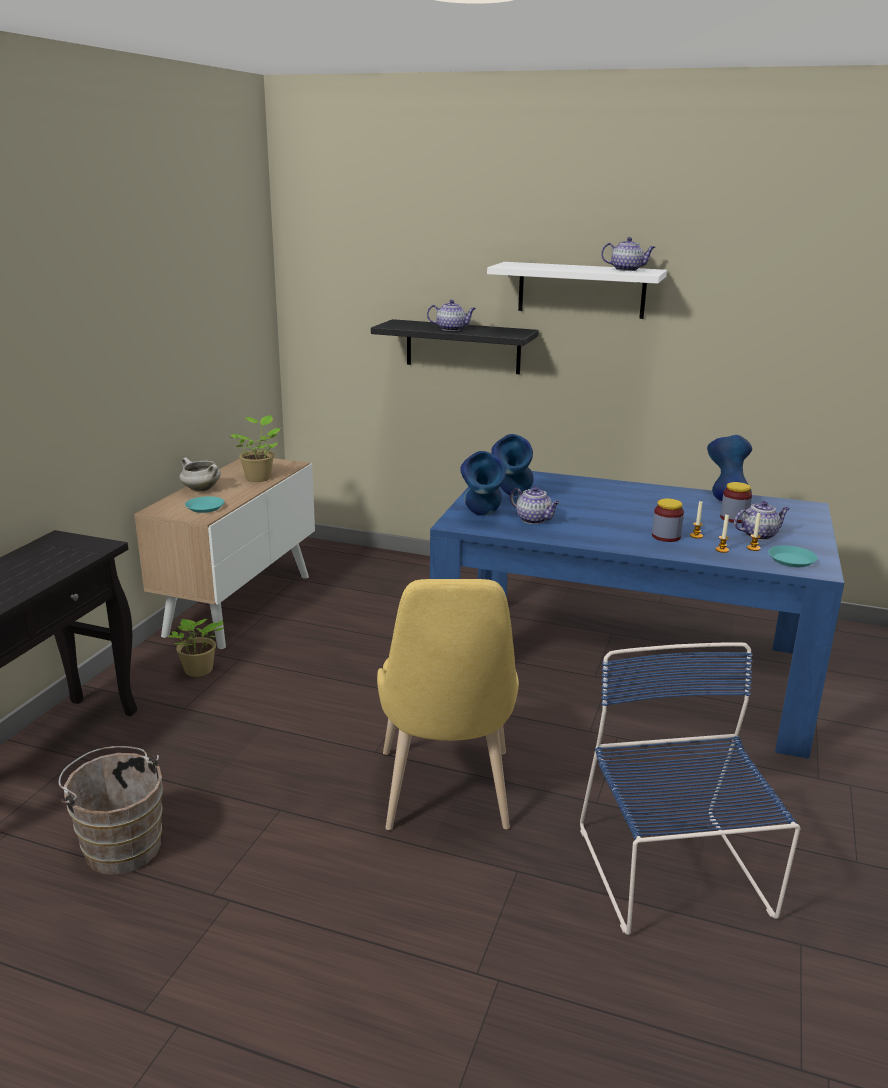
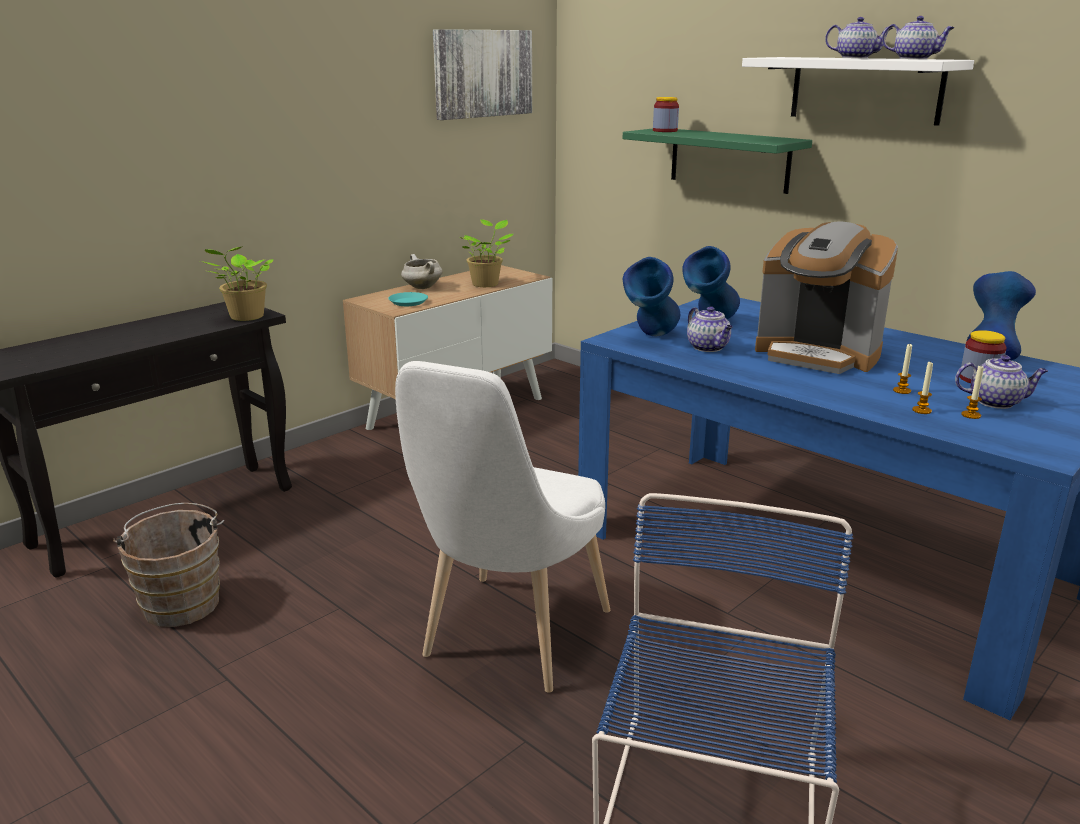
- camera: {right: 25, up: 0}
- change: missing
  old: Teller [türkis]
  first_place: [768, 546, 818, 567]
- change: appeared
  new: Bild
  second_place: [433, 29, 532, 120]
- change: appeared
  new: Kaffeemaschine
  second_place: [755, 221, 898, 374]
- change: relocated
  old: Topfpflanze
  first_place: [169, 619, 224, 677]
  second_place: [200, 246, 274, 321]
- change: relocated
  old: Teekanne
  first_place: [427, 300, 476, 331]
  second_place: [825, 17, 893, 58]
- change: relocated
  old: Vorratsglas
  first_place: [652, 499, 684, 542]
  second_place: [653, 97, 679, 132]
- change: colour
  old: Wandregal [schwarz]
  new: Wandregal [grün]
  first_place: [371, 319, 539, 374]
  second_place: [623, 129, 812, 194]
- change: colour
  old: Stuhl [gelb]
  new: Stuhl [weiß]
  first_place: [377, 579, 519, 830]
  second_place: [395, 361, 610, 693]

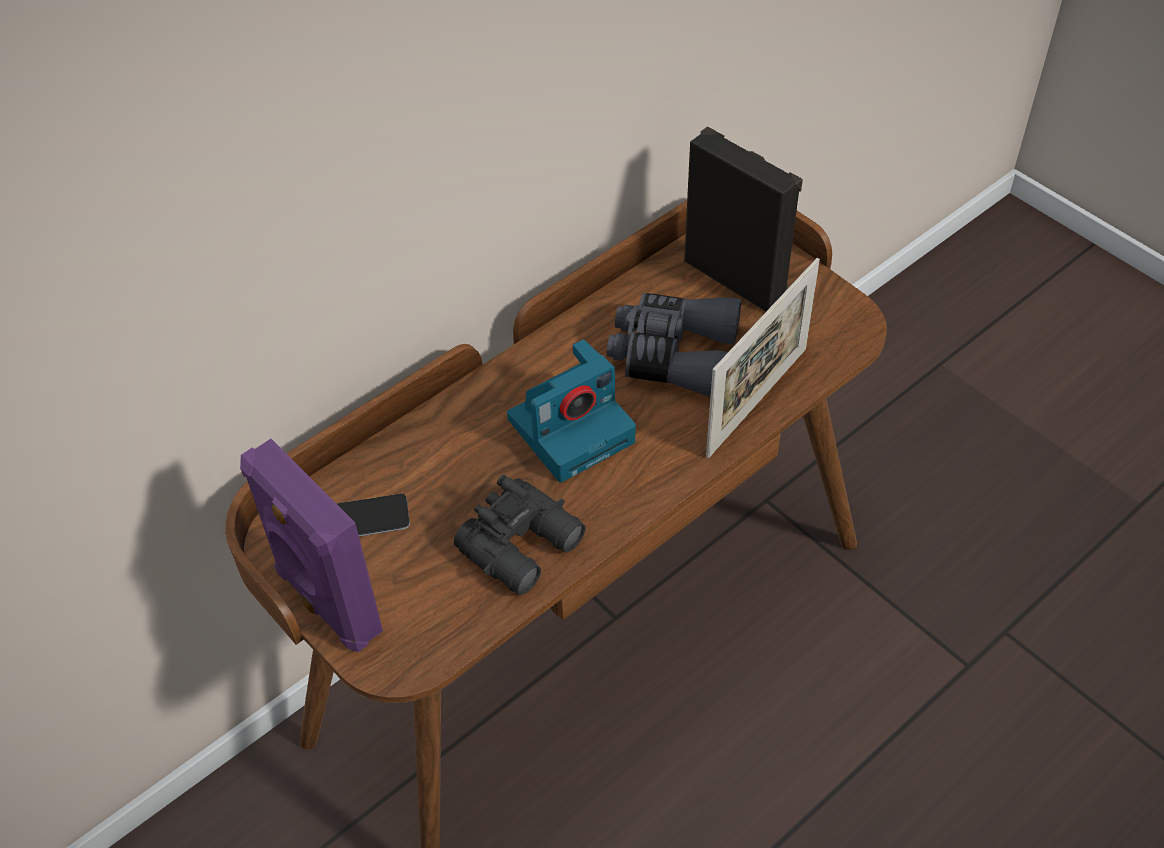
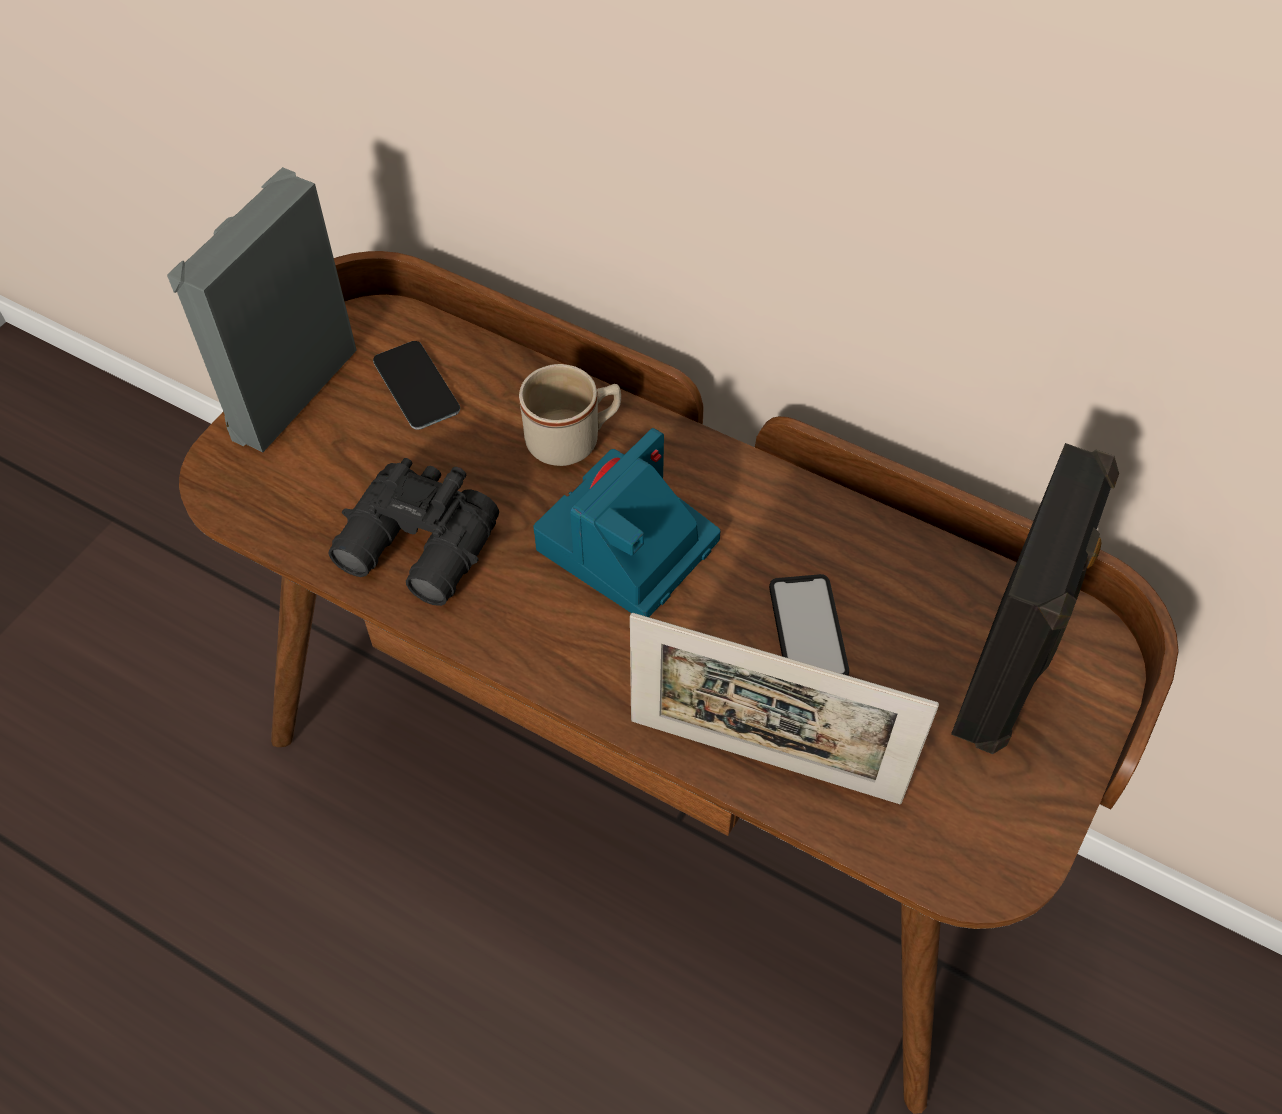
- camera: {right: 70, up: 5}
- change: appeared
  new: Henkelbecher [beige]
  second_place: [519, 364, 621, 466]
- change: exchanged
  old: Fernglas [grau]
  new: Handy
  first_place: [607, 293, 741, 397]
  second_place: [769, 574, 849, 676]
- change: colour
  old: Lautsprecher [lila]
  new: Lautsprecher [grau]
  first_place: [240, 439, 383, 652]
  second_place: [167, 167, 357, 453]
- change: spun
  old: Kamera
  first_place: [507, 339, 636, 482]
  second_place: [533, 428, 720, 617]
  degrees: 90

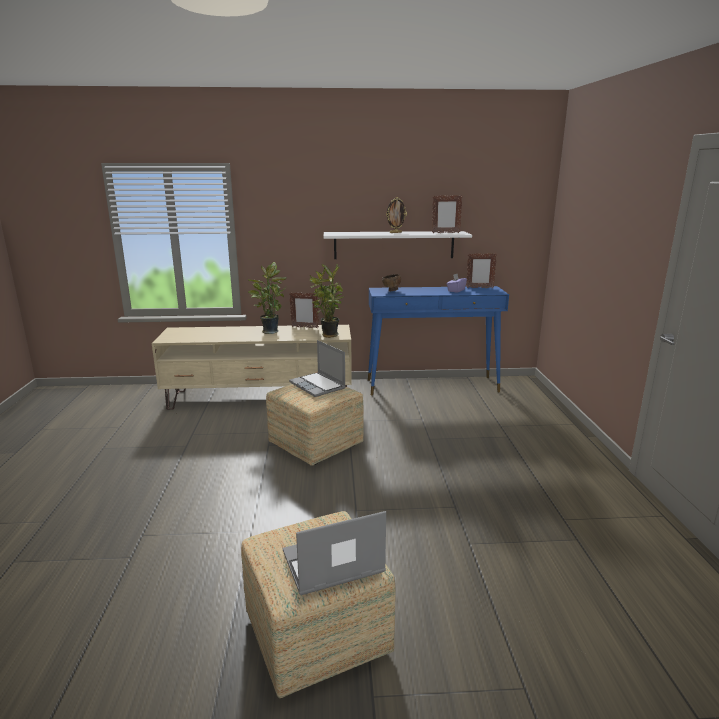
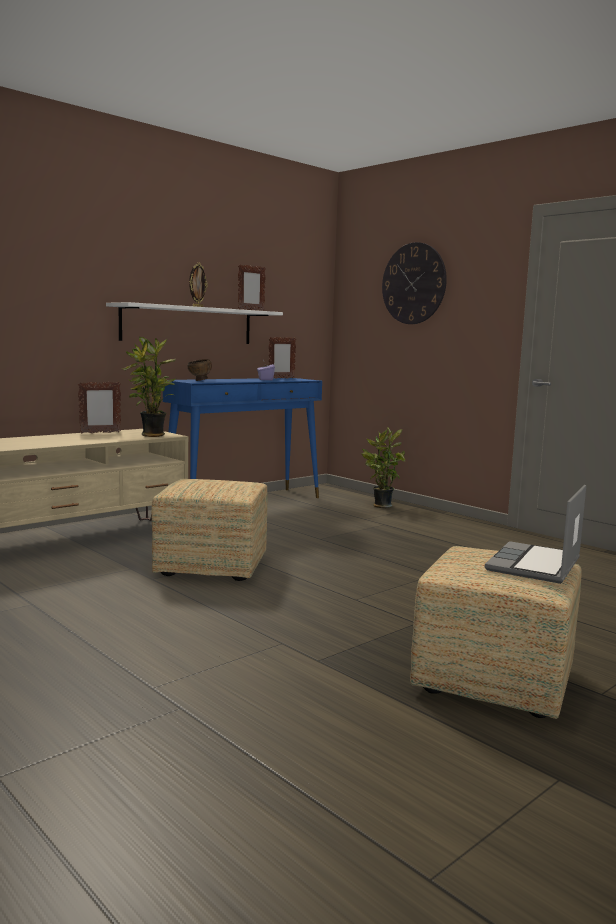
- camera: {right: -40, up: -10}
- change: missing
  old: Laptop
  first_place: [289, 340, 346, 397]
- change: appeared
  new: Wanduhr
  second_place: [382, 242, 447, 324]
- change: relocated
  old: Topfpflanze
  first_place: [248, 262, 286, 334]
  second_place: [361, 427, 405, 508]

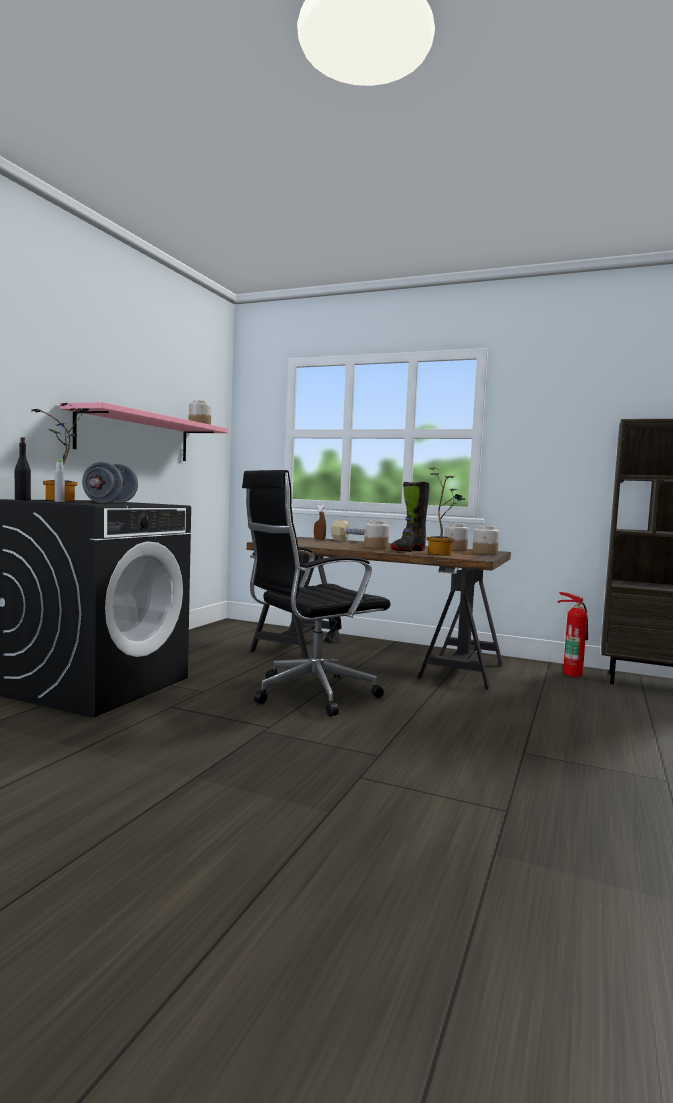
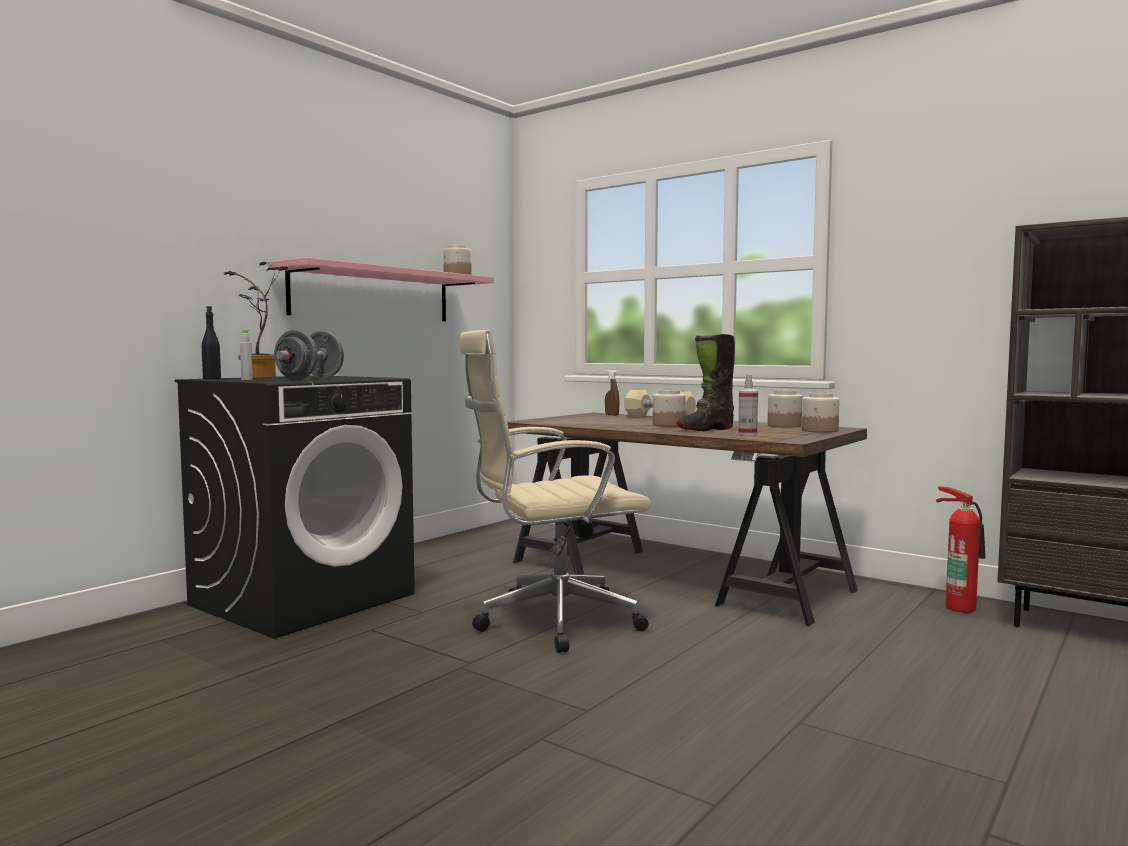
- camera: {right: 15, up: 0}
- change: exchanged
  old: Topfpflanze
  new: Sprühflasche
  first_place: [427, 468, 465, 556]
  second_place: [738, 374, 758, 435]
- change: colour
  old: Bürostuhl [schwarz]
  new: Bürostuhl [beige]
  first_place: [242, 470, 391, 717]
  second_place: [459, 330, 651, 653]

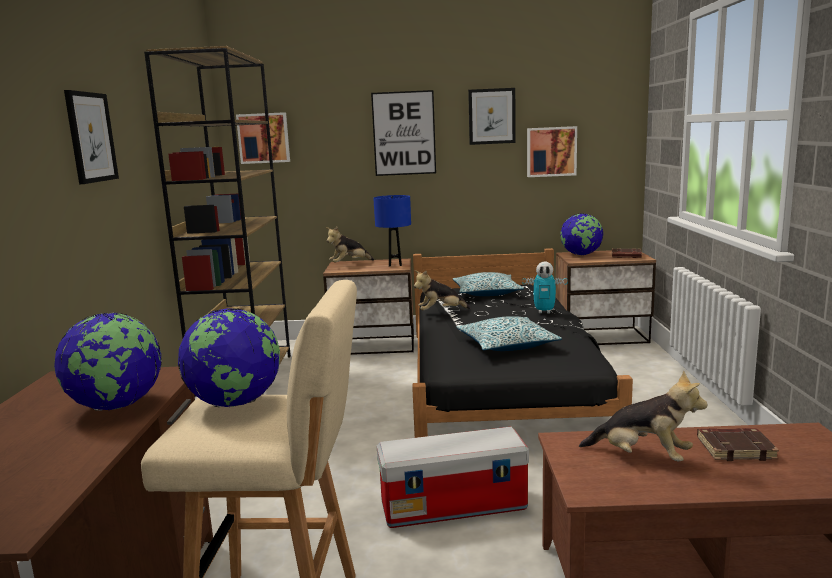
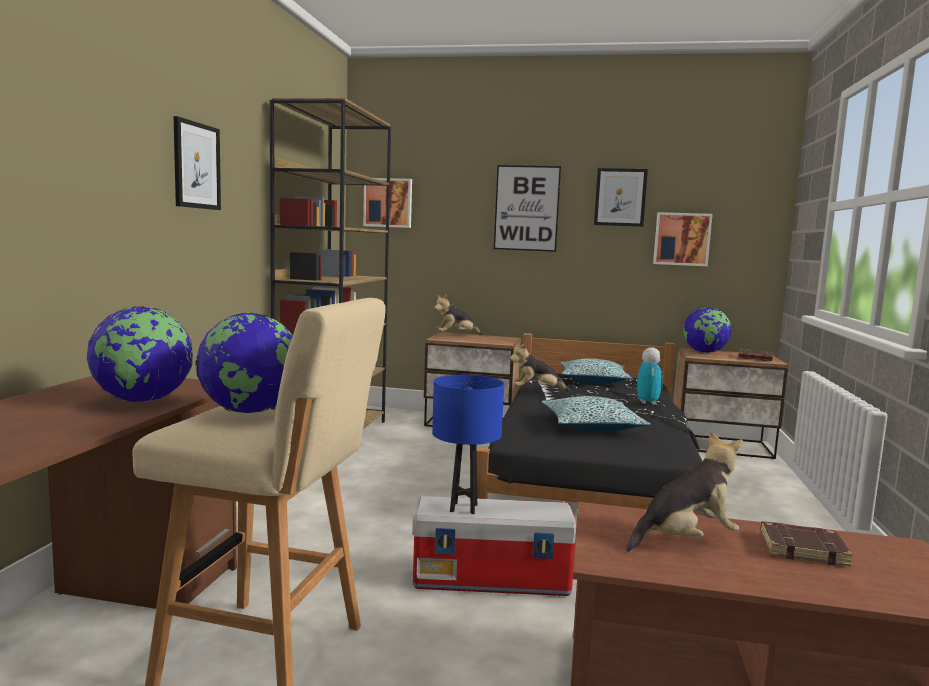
- camera: {right: 10, up: -5}
- change: relocated
  old: Tischlampe [blau]
  first_place: [373, 195, 411, 267]
  second_place: [432, 375, 504, 514]
- change: spun
  old: Spielzeugroboter
  first_place: [522, 262, 568, 313]
  second_place: [637, 347, 663, 405]
  degrees: -105
- change: spun
  old: Plüschtier
  first_place: [579, 371, 708, 462]
  second_place: [626, 431, 743, 552]
  degrees: -60

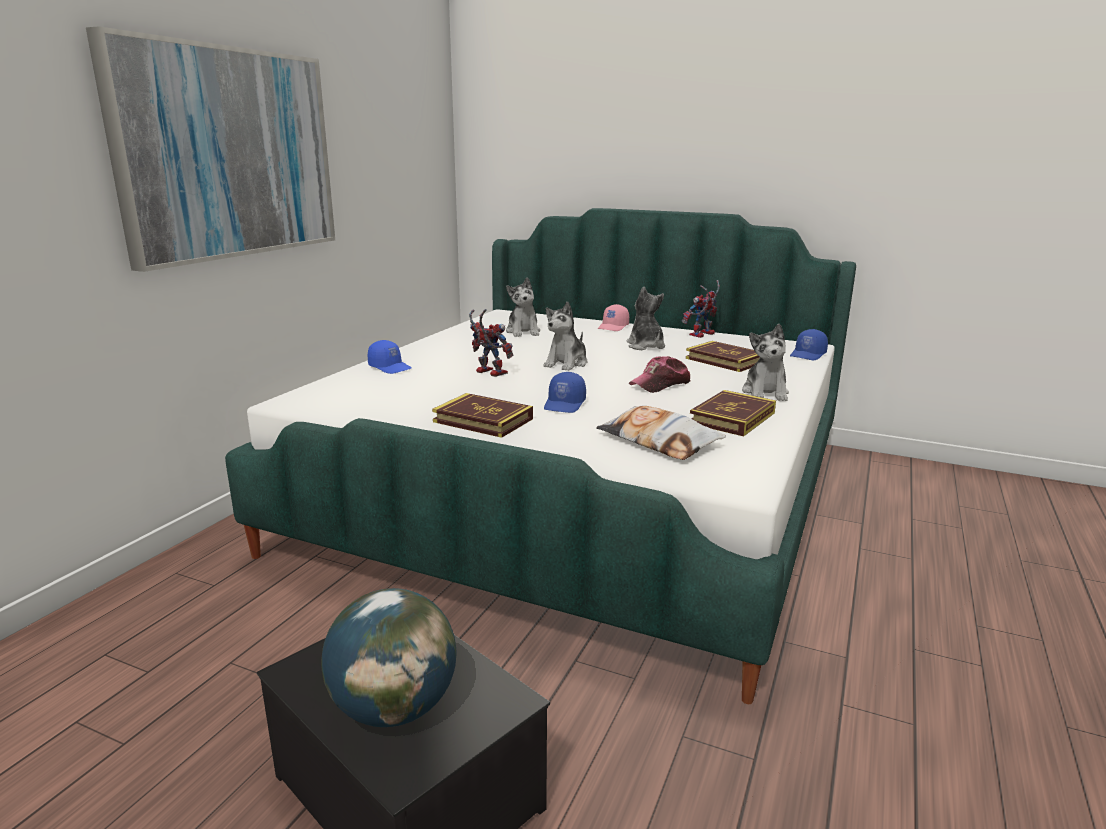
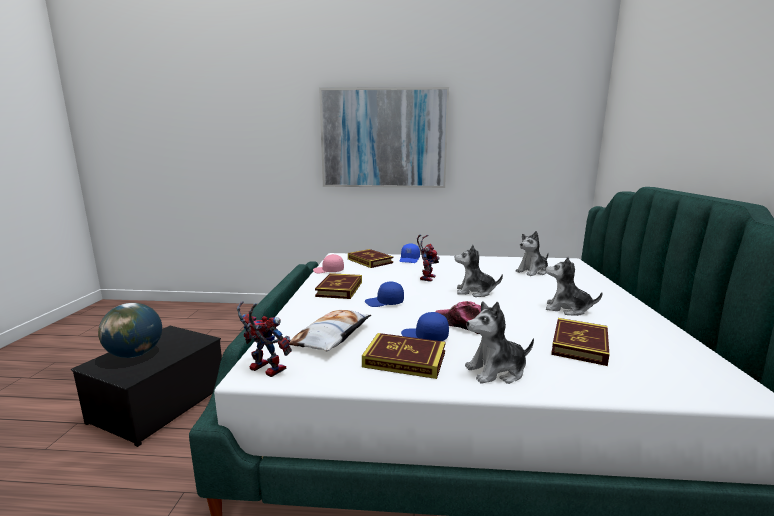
- camera: {right: 70, up: -5}
- change: appeared
  new: Buch
  second_place: [348, 249, 393, 268]
- change: relocated
  old: Kappe [rosa]
  first_place: [598, 304, 629, 331]
  second_place: [313, 254, 344, 273]
- change: relocated
  old: Spielzeugroboter
  first_place: [682, 280, 720, 338]
  second_place: [237, 301, 292, 377]
- change: relocated
  old: Kappe [blau]
  first_place: [790, 329, 828, 360]
  second_place: [401, 312, 449, 341]
- change: spun
  old: Plüschtier
  first_place: [626, 287, 665, 350]
  second_place: [546, 256, 602, 316]
  degrees: -120

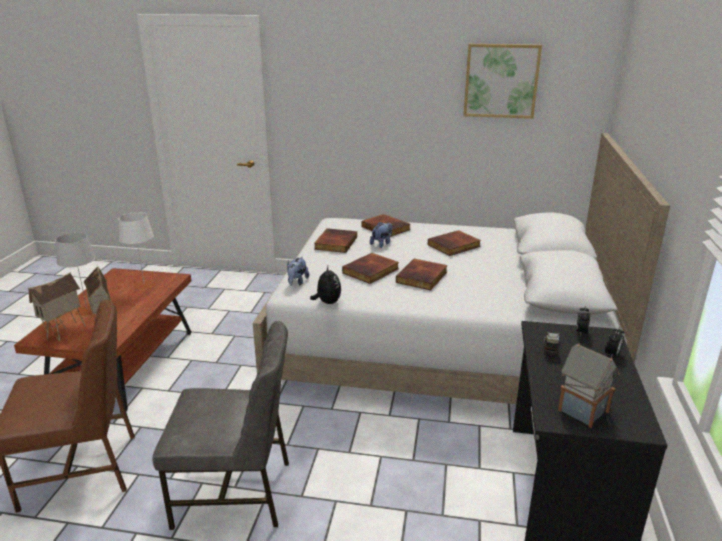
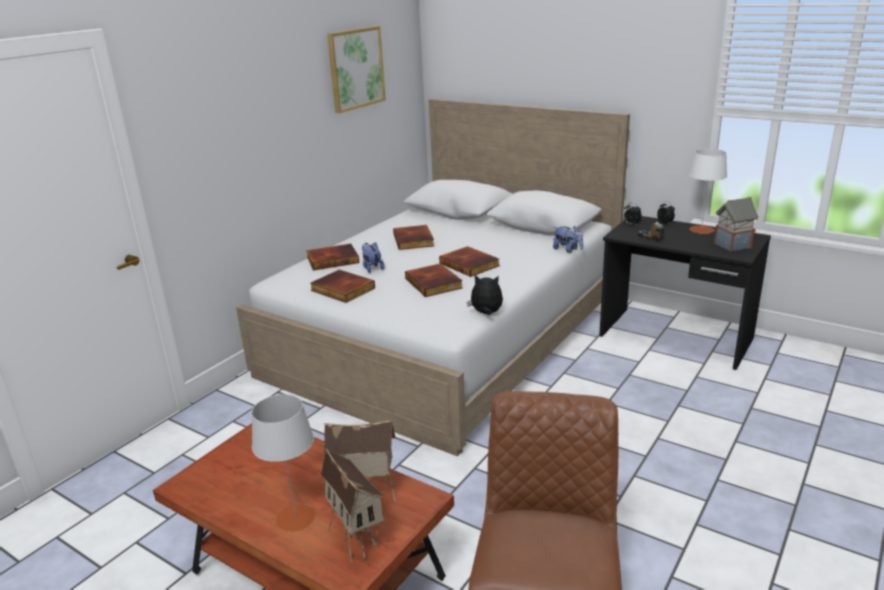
- camera: {right: -65, up: 0}
- change: missing
  old: Stuhl [grau]
  first_place: [152, 321, 289, 530]
- change: relocated
  old: Tischlampe [weiß]
  first_place: [119, 212, 156, 290]
  second_place: [689, 149, 727, 234]
- change: relocated
  old: Plüschtier
  first_place: [287, 256, 309, 286]
  second_place: [553, 226, 584, 253]

